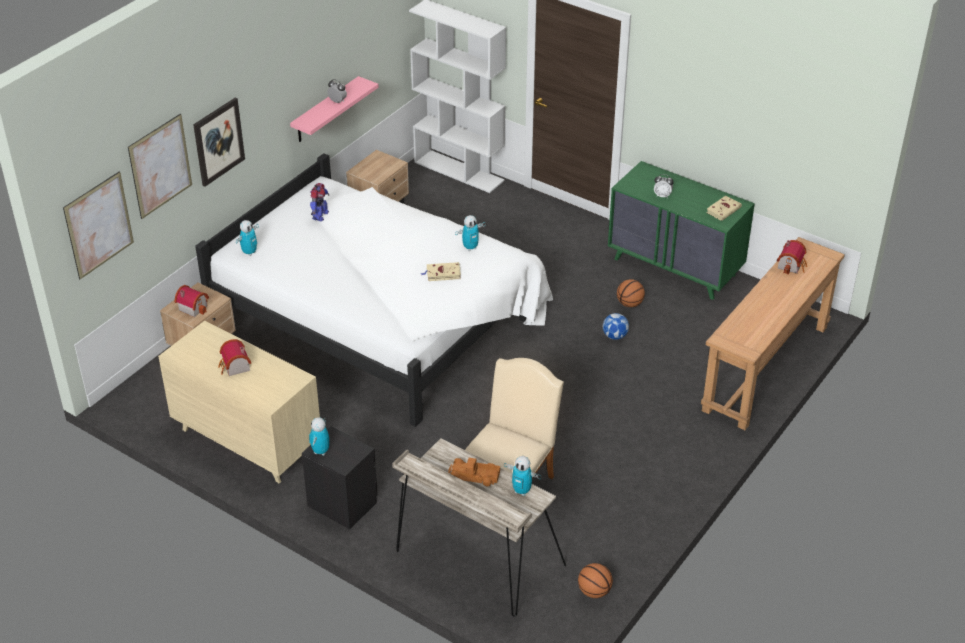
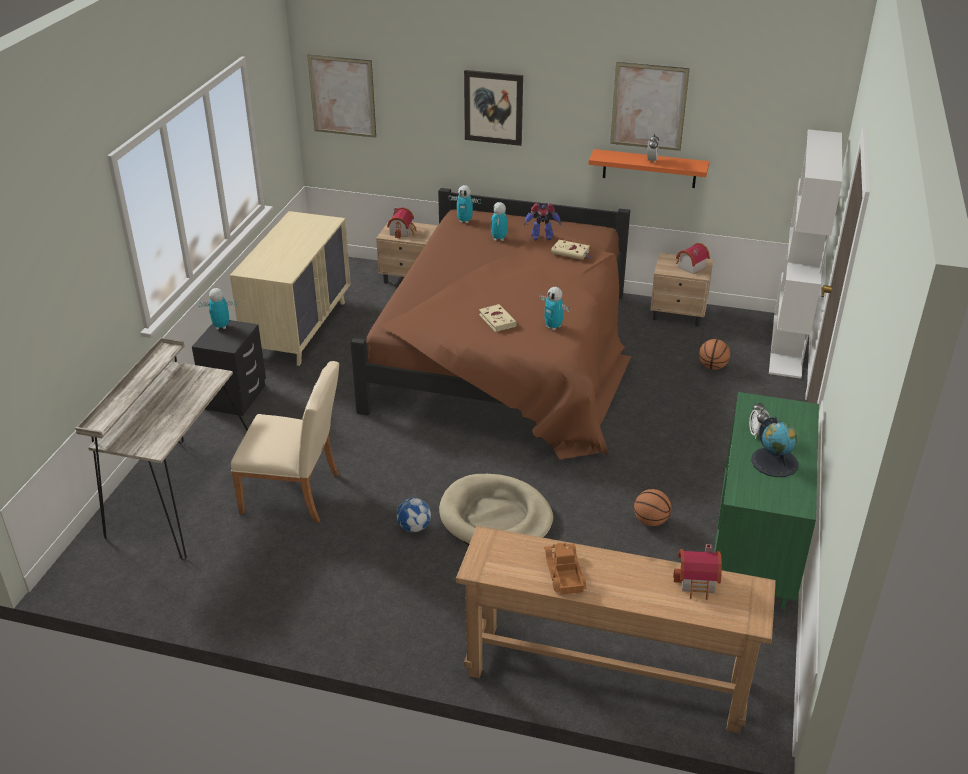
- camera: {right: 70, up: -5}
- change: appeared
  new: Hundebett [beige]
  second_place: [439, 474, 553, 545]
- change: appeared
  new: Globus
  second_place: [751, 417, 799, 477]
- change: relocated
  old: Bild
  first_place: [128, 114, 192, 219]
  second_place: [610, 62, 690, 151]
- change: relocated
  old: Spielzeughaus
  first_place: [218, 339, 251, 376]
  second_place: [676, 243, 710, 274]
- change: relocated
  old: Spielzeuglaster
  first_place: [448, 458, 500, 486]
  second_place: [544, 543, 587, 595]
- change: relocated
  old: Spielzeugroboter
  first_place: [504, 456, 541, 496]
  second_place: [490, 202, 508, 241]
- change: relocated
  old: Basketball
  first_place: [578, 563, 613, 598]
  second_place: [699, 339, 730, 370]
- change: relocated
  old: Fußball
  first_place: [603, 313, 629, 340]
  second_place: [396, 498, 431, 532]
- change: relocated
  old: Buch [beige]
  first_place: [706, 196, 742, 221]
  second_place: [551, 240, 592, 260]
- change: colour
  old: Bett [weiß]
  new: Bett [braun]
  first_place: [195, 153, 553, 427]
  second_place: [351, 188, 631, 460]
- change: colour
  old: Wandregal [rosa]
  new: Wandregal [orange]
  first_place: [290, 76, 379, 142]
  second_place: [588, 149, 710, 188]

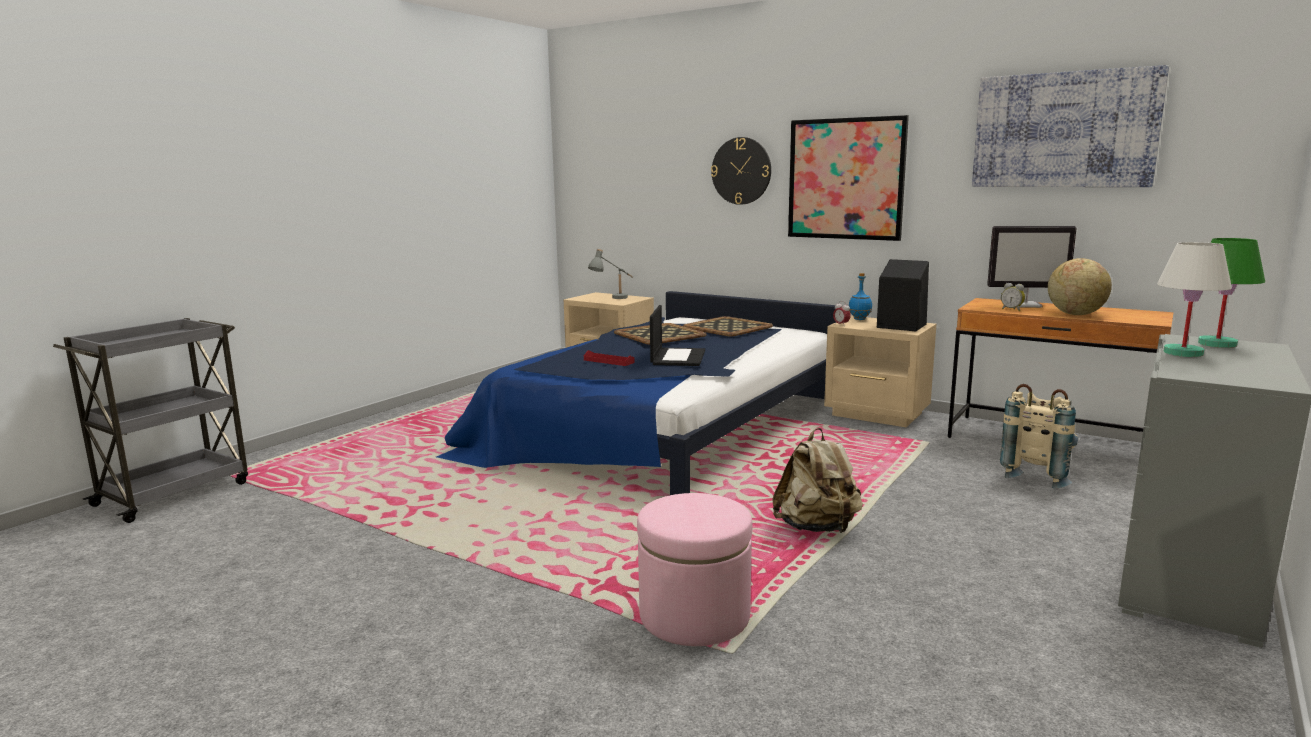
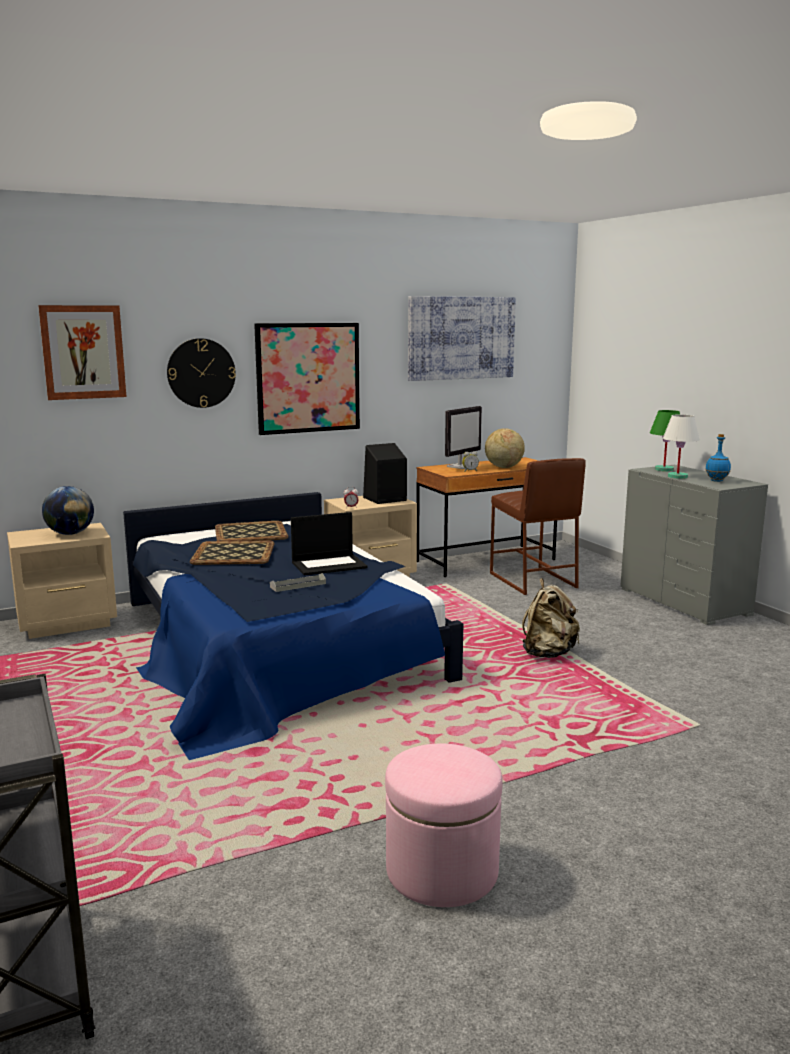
- camera: {right: -60, up: 0}
- change: appeared
  new: Bild
  second_place: [38, 305, 126, 400]
- change: relocated
  old: Polsterhocker [rosa]
  first_place: [637, 493, 752, 646]
  second_place: [385, 744, 502, 907]
- change: relocated
  old: Flasche [blau]
  first_place: [849, 273, 872, 320]
  second_place: [705, 434, 731, 482]
- change: exchanged
  old: Tischlampe [grau]
  new: Globus
  first_place: [588, 249, 633, 299]
  second_place: [42, 486, 94, 535]
- change: exchanged
  old: Rucksack [beige]
  new: Hocker [braun]
  first_place: [1000, 384, 1078, 489]
  second_place: [490, 458, 586, 595]
- change: colour
  old: Tablett [rot]
  new: Tablett [grau]
  first_place: [584, 350, 635, 366]
  second_place: [270, 573, 326, 592]
- change: spun
  old: Laptop
  first_place: [650, 305, 705, 366]
  second_place: [291, 512, 367, 575]
  degrees: 120

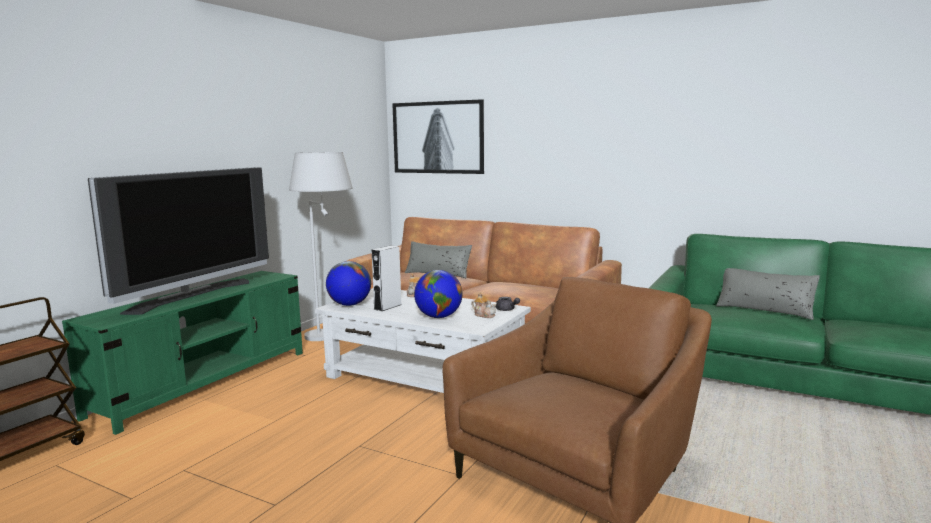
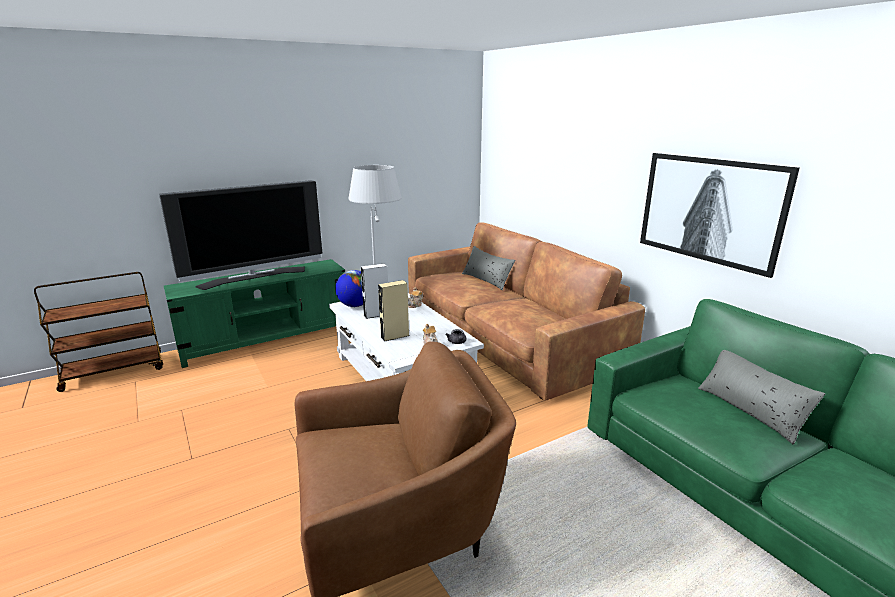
- camera: {right: 30, up: 10}
- change: relocated
  old: Bild
  first_place: [392, 99, 484, 174]
  second_place: [640, 153, 799, 278]
- change: exchanged
  old: Globus
  new: Lautsprecher [beige]
  first_place: [414, 270, 463, 318]
  second_place: [378, 280, 409, 342]

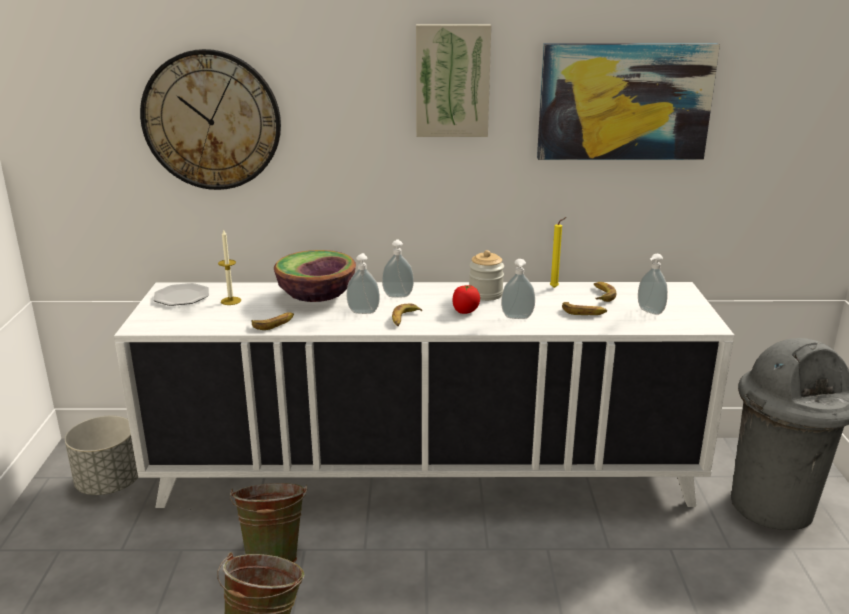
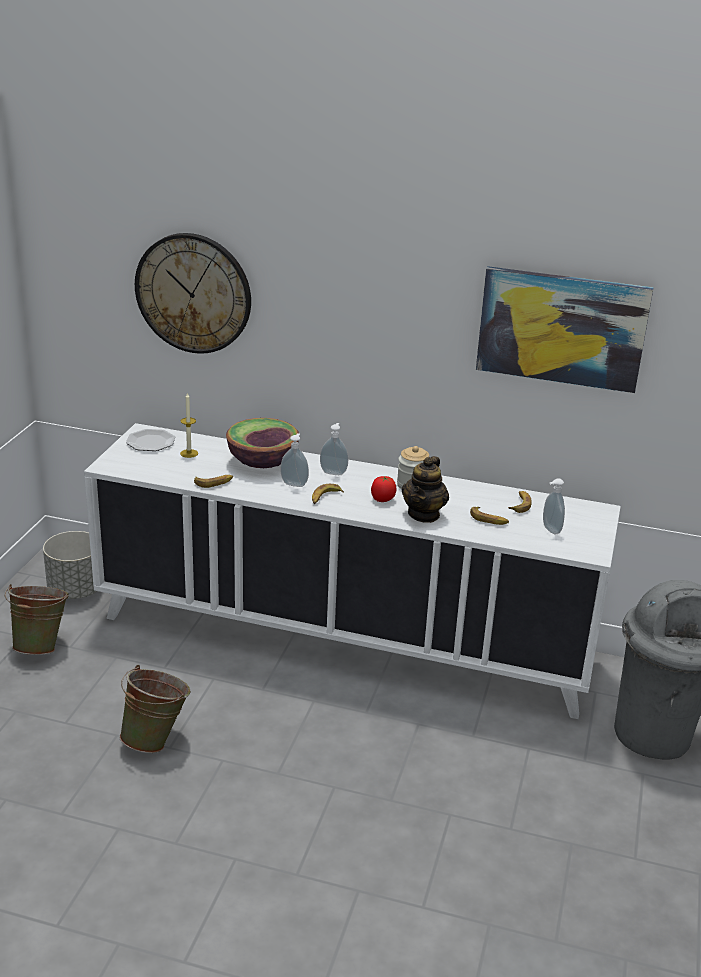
- camera: {right: 15, up: 5}
- change: missing
  old: Bild
  first_place: [416, 24, 491, 137]
- change: missing
  old: Kerze [gelb]
  first_place: [550, 217, 566, 288]
- change: relocated
  old: Eimer [grün]
  first_place: [230, 483, 307, 563]
  second_place: [5, 584, 69, 655]
- change: exchanged
  old: Seifenspender
  new: Teekanne
  first_place: [501, 259, 535, 319]
  second_place: [402, 456, 449, 523]

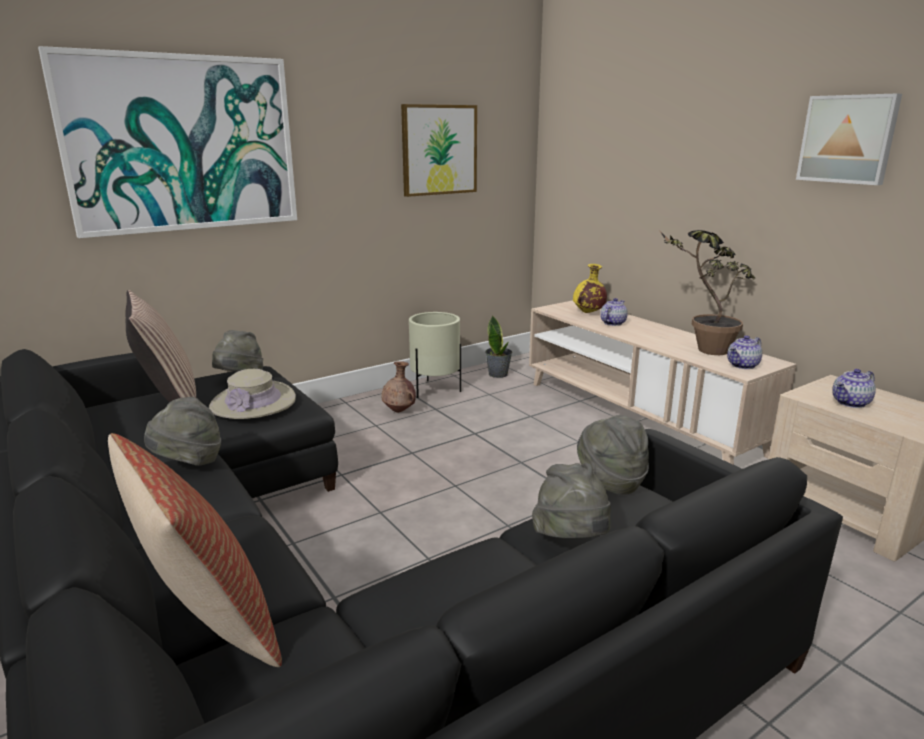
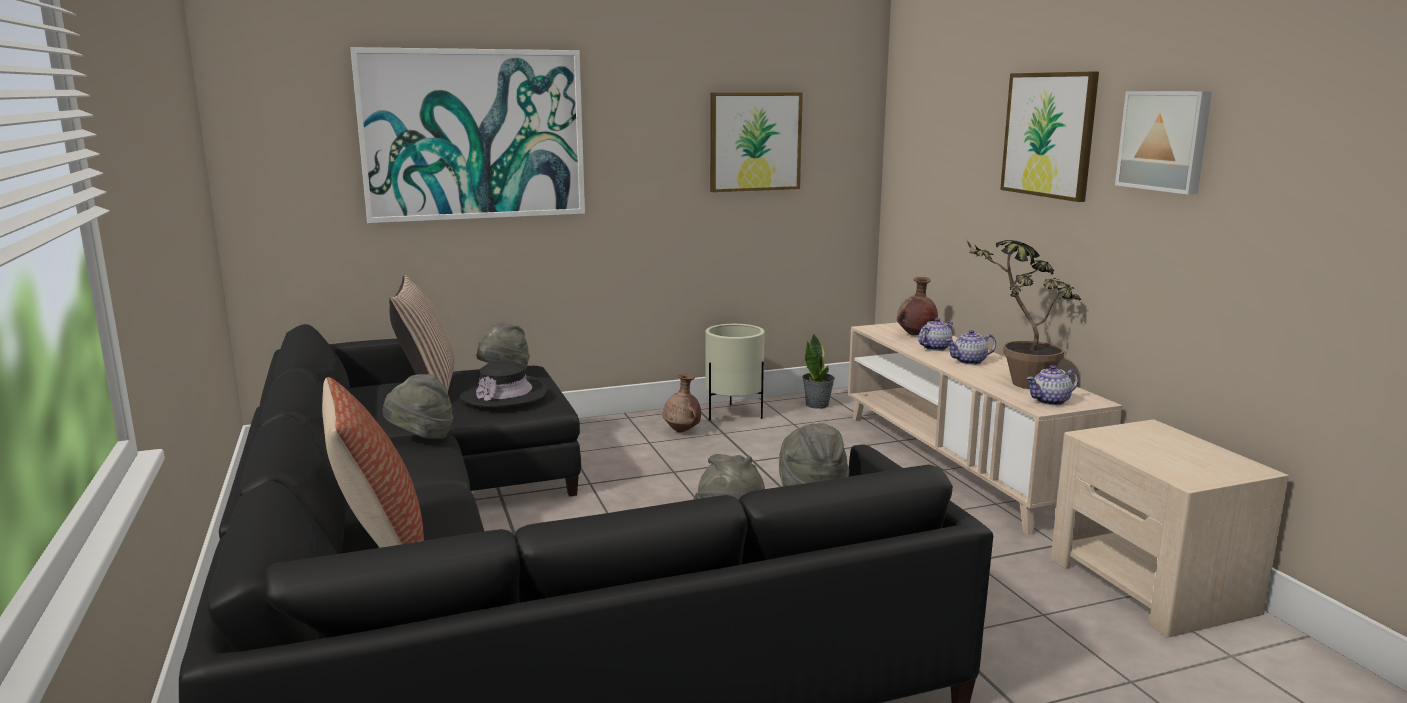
- camera: {right: 15, up: -5}
- change: appeared
  new: Bild
  second_place: [1000, 71, 1099, 202]
- change: relocated
  old: Teekanne
  first_place: [832, 369, 876, 408]
  second_place: [946, 330, 996, 365]
- change: colour
  old: Hut [beige]
  new: Hut [schwarz]
  first_place: [209, 369, 296, 419]
  second_place: [460, 360, 547, 407]
- change: colour
  old: Vase [gelb]
  new: Vase [braun]
  first_place: [573, 264, 607, 313]
  second_place: [897, 277, 938, 335]

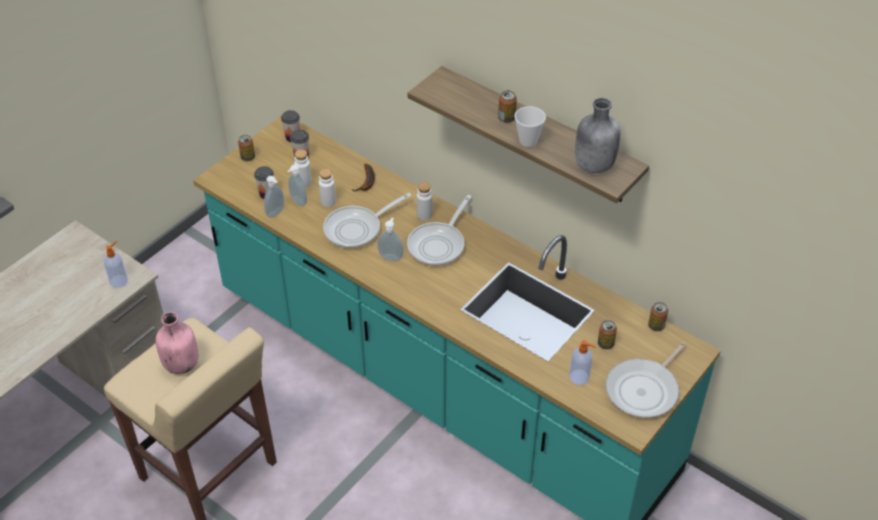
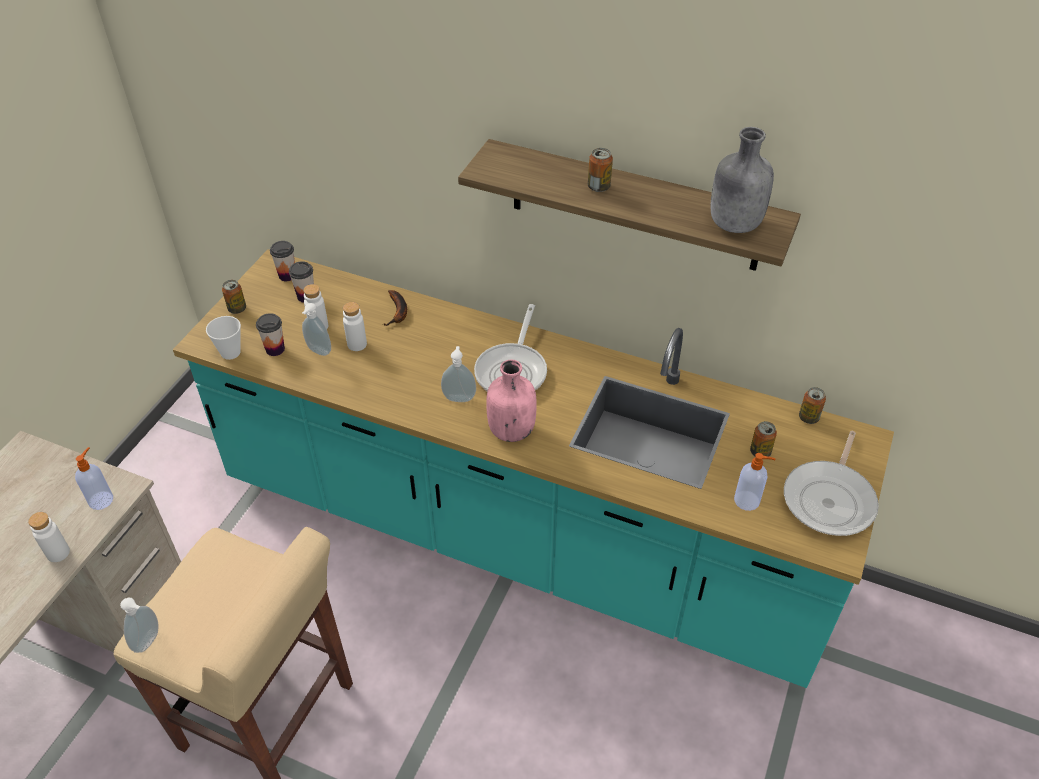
- camera: {right: -15, up: 0}
- change: missing
  old: Pfanne
  first_place: [323, 193, 411, 248]
- change: relocated
  old: Flasche [rosa]
  first_place: [156, 312, 198, 374]
  second_place: [486, 360, 537, 442]
- change: relocated
  old: Seifenspender
  first_place: [264, 176, 284, 218]
  second_place: [120, 598, 159, 653]
- change: relocated
  old: Flasche [weiß]
  first_place: [417, 182, 433, 221]
  second_place: [28, 512, 70, 562]
- change: relocated
  old: Tasse
  first_place: [514, 106, 546, 147]
  second_place: [206, 316, 241, 360]

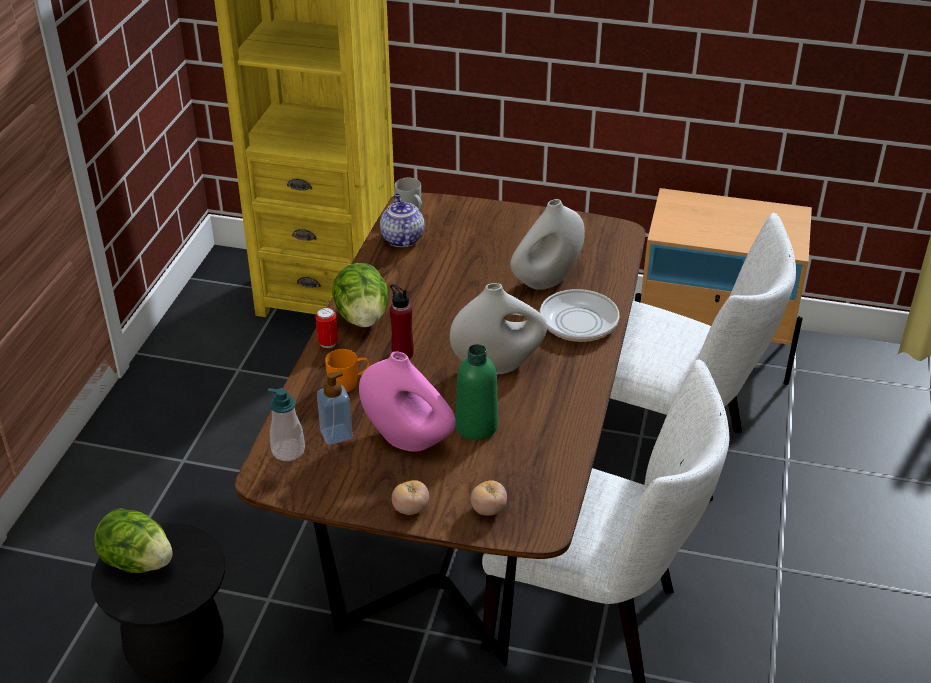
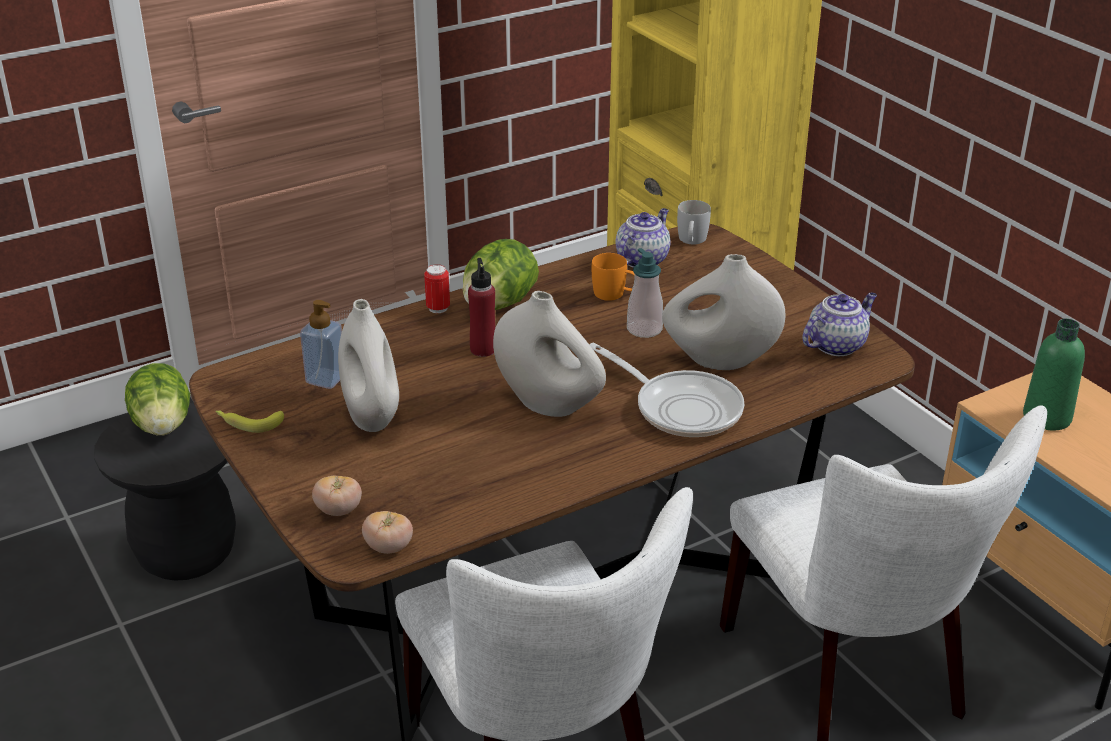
- camera: {right: 45, up: -5}
- change: appeared
  new: Banane
  second_place: [215, 410, 284, 433]
- change: appeared
  new: Teekanne
  second_place: [802, 293, 877, 356]
- change: relocated
  old: Seifenspender
  first_place: [268, 388, 305, 461]
  second_place: [627, 248, 663, 338]
- change: relocated
  old: Henkelbecher [orange]
  first_place: [325, 349, 370, 392]
  second_place: [592, 253, 635, 301]
- change: relocated
  old: Tomate
  first_place: [392, 480, 429, 515]
  second_place: [362, 511, 413, 554]
- change: relocated
  old: Flasche [grün]
  first_place: [455, 344, 498, 440]
  second_place: [1023, 319, 1085, 430]
- change: colour
  old: Vase [rosa]
  new: Vase [weiß]
  first_place: [359, 351, 456, 452]
  second_place: [338, 299, 399, 432]

